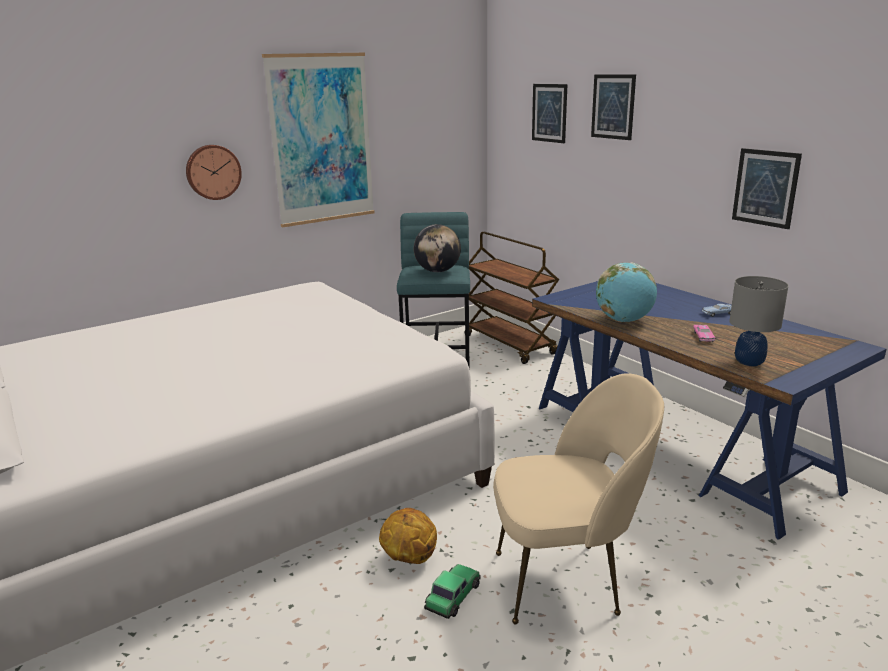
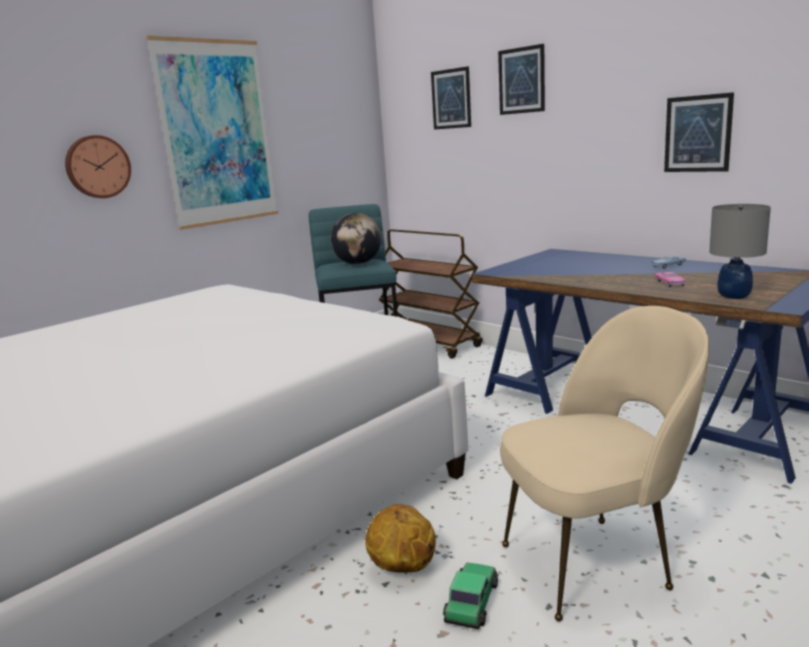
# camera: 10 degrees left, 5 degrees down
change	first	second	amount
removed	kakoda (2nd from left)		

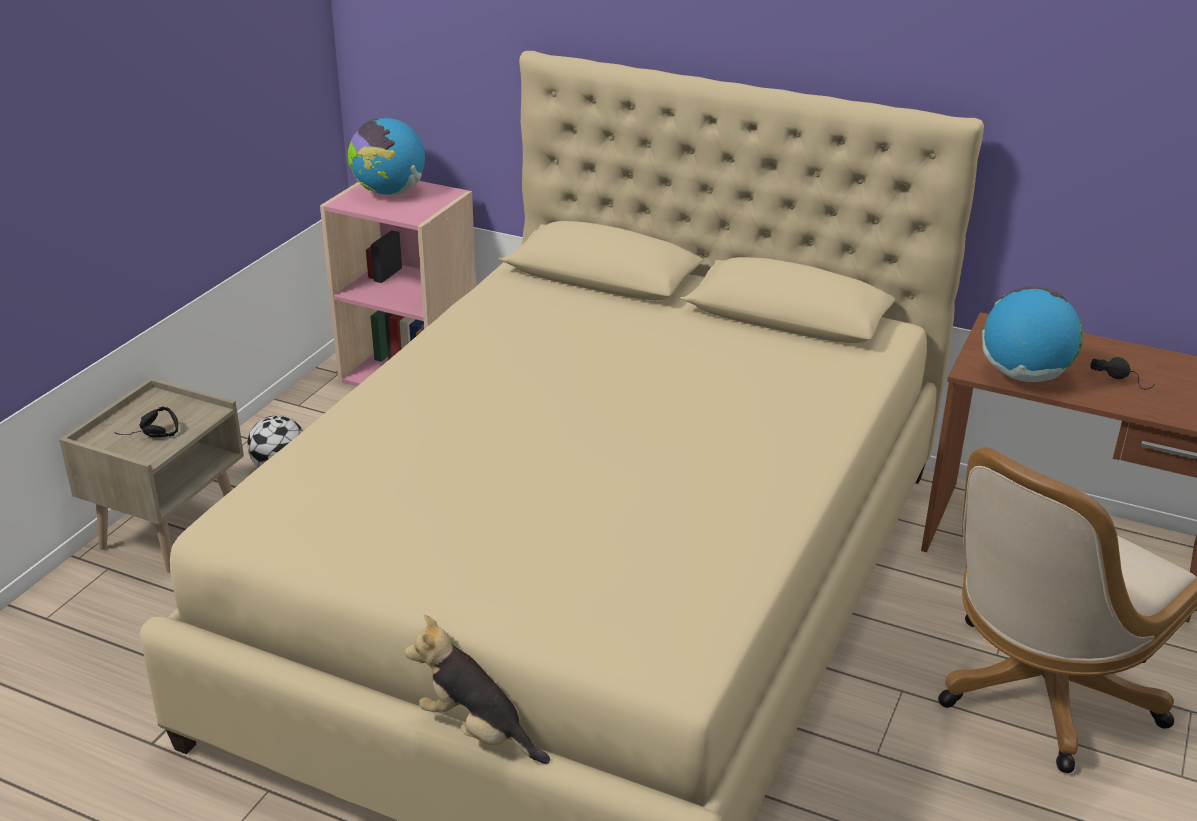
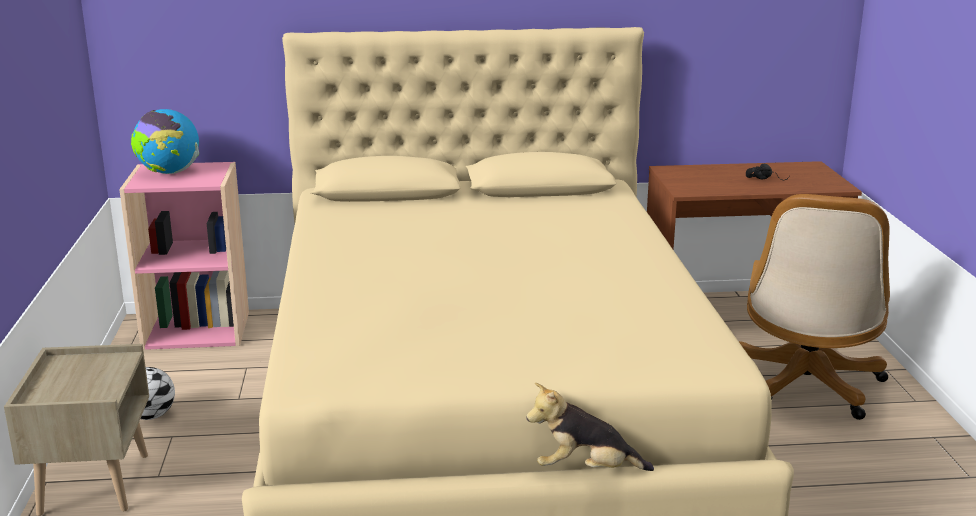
# camera: 30 degrees left, 10 degrees down
change	first	second	amount
removed	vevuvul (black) (1st from left)		
removed	kakoda (2nd from left)		

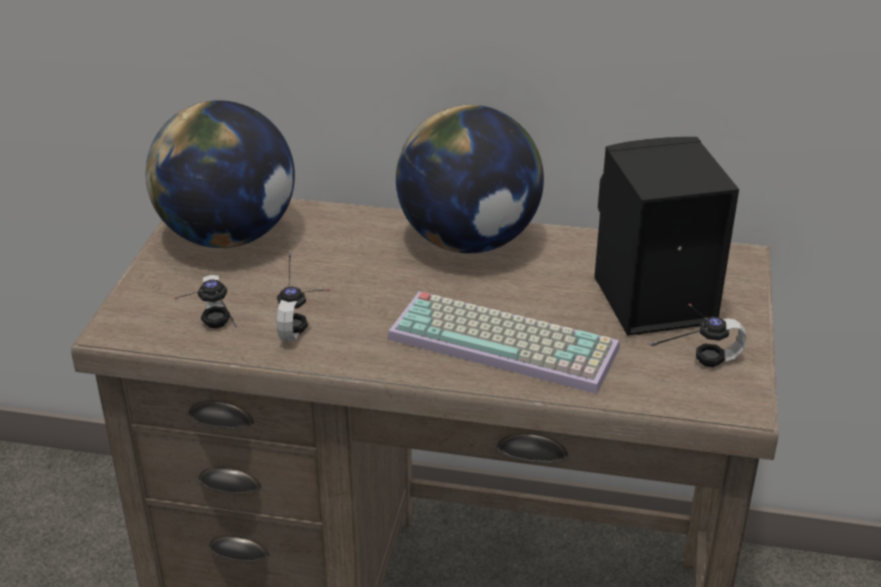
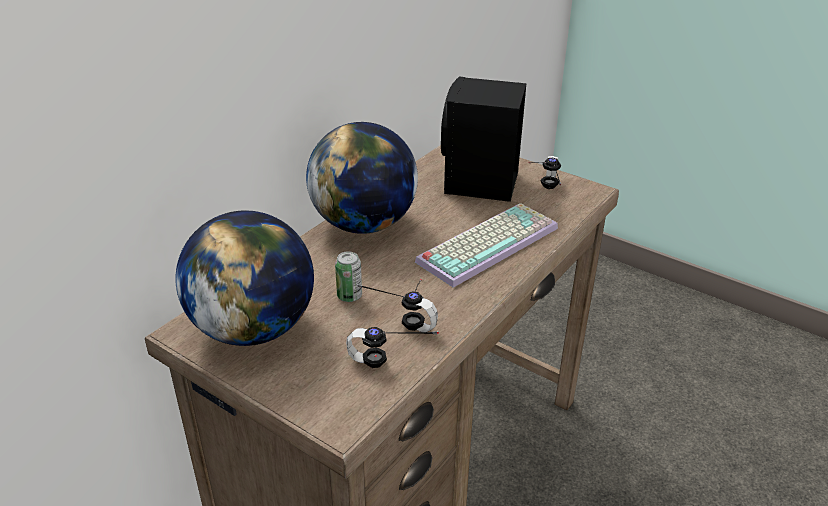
# camera: 65 degrees left, 0 degrees up
change	first	second	amount
added		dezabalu	

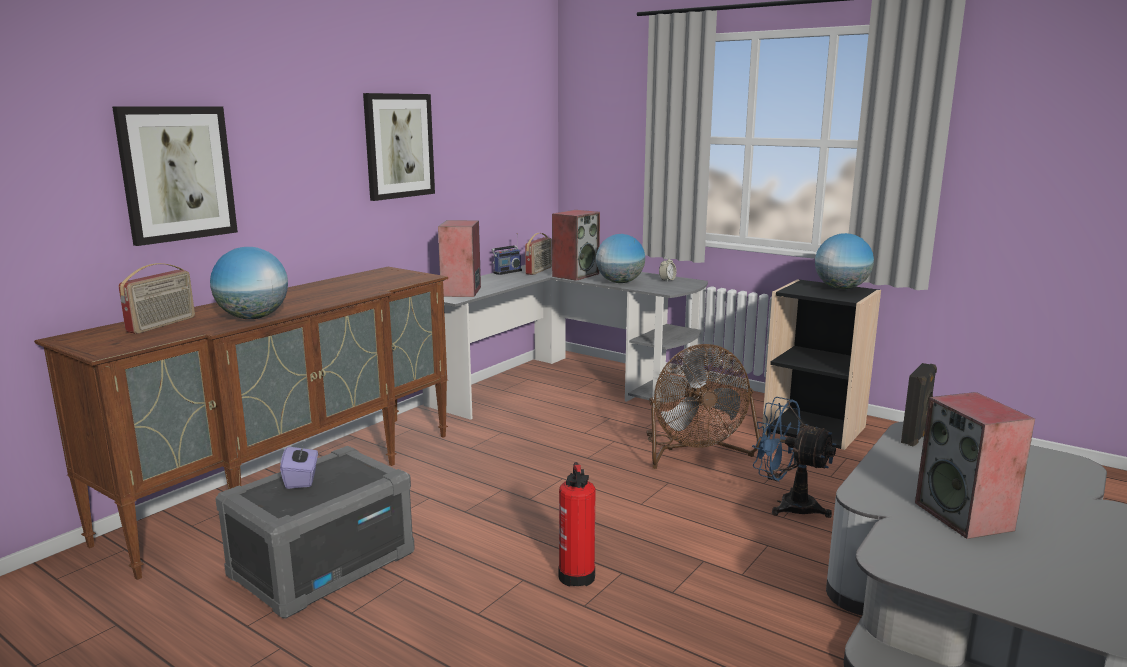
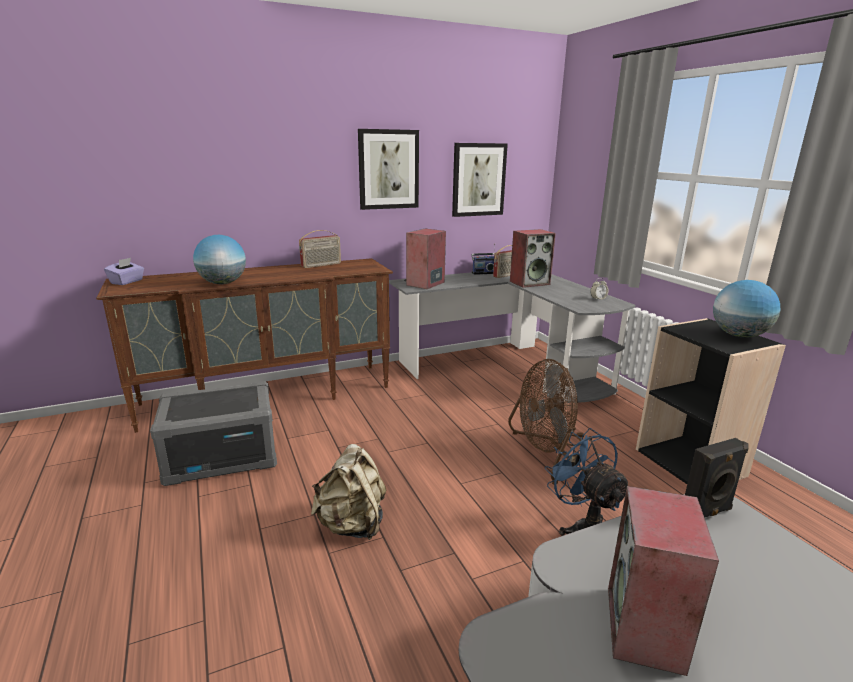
# camera: 30 degrees right, 5 degrees up
change	first	second	amount
moved	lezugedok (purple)		
moved	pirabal (1st from left)		
replaced	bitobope	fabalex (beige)	
moved	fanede (1st from left in the first image)	fanede (2nd from left)	
turned	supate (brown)		60 degrees clockwise
removed	kakoda (2nd from left)		

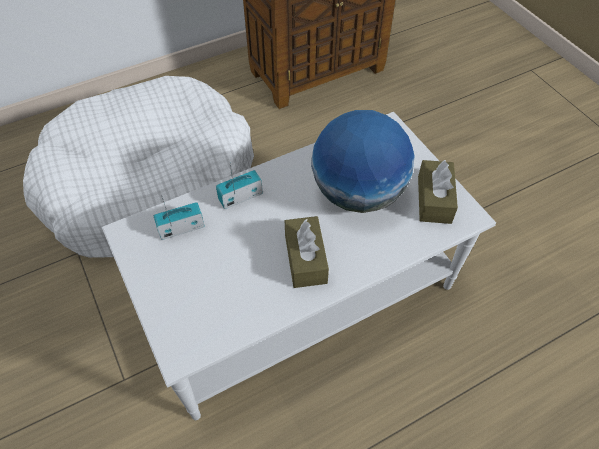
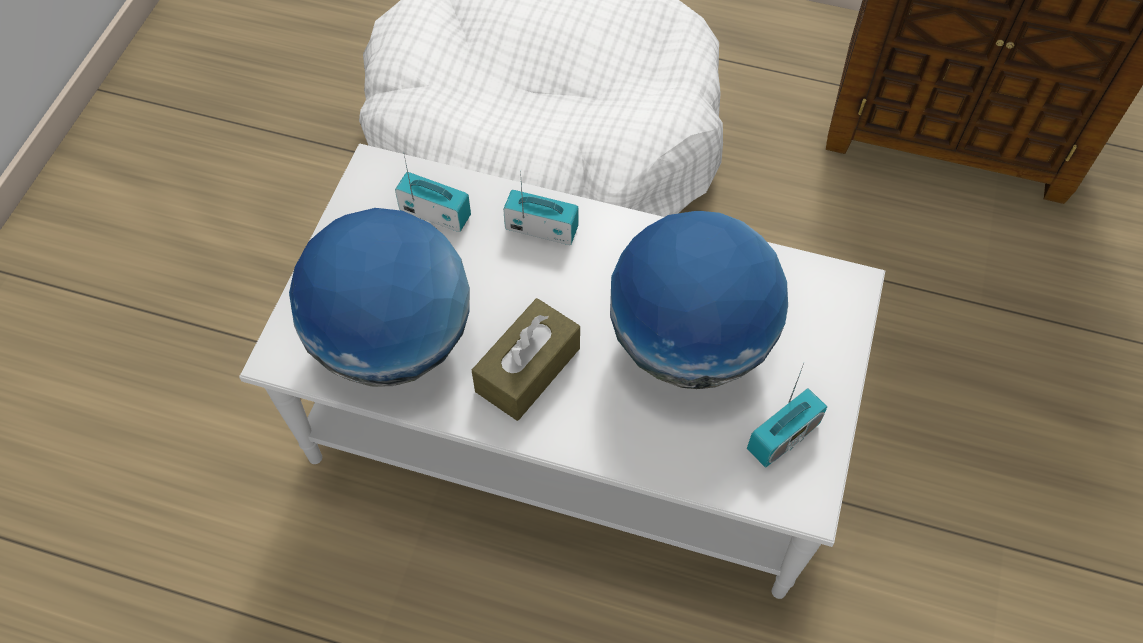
# camera: 45 degrees right, 5 degrees up
change	first	second	amount
added		kakoda (1st from left)	
replaced	lezugedok (brown) (2nd from left)	pirabal (3rd from left)	

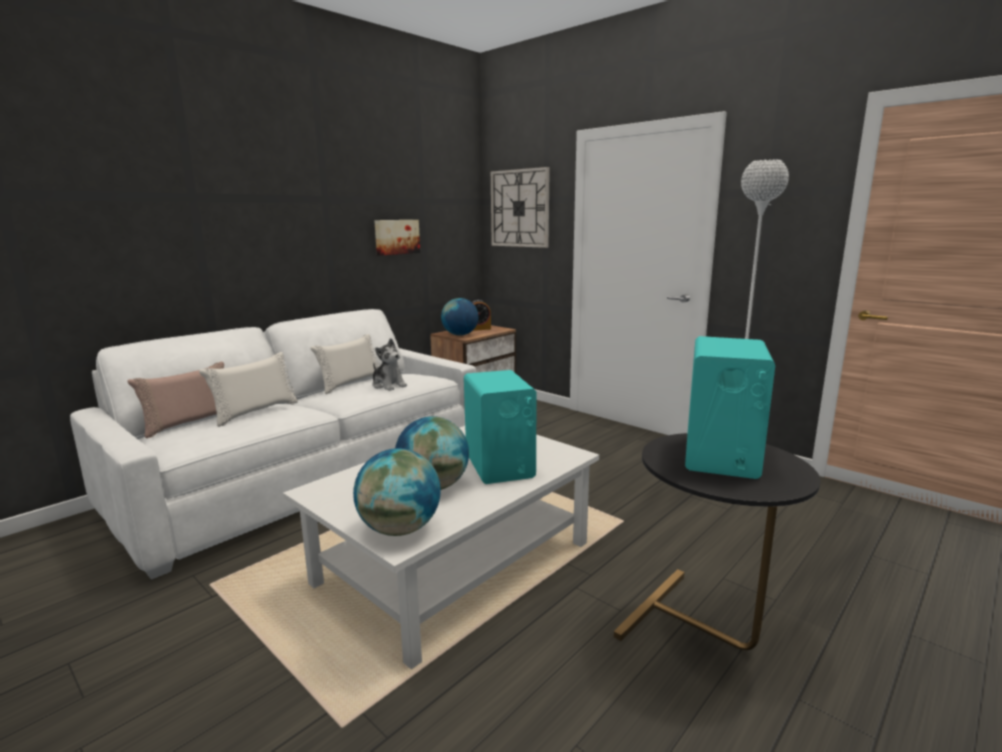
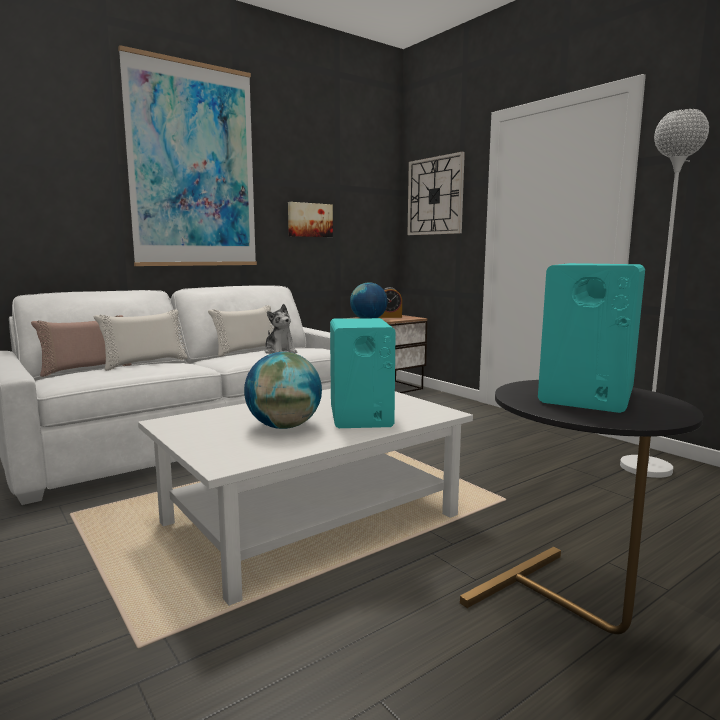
# camera: 10 degrees right, 5 degrees down
change	first	second	amount
added		fanede (1st from left)	
removed	kakoda (1st from left)		

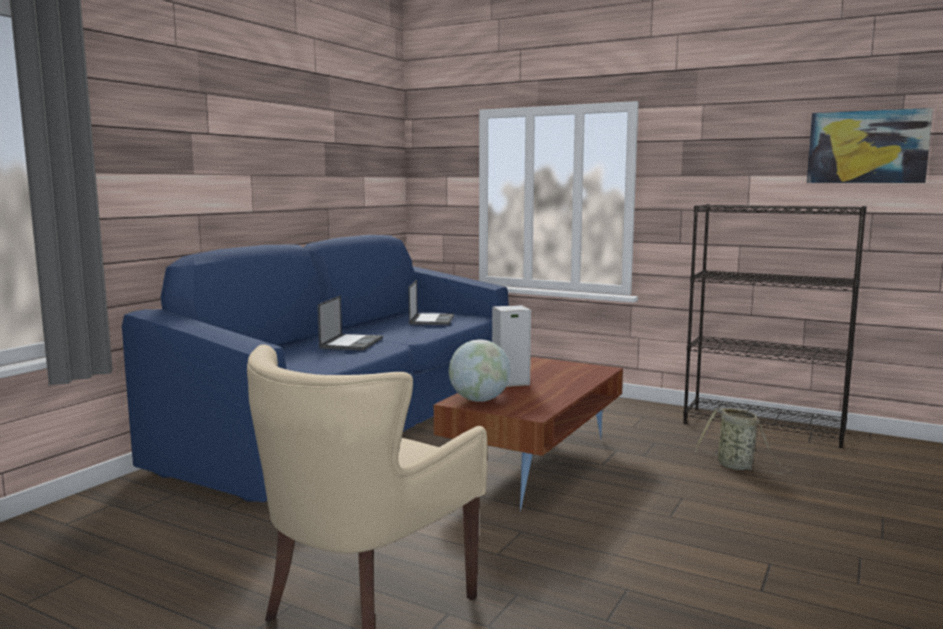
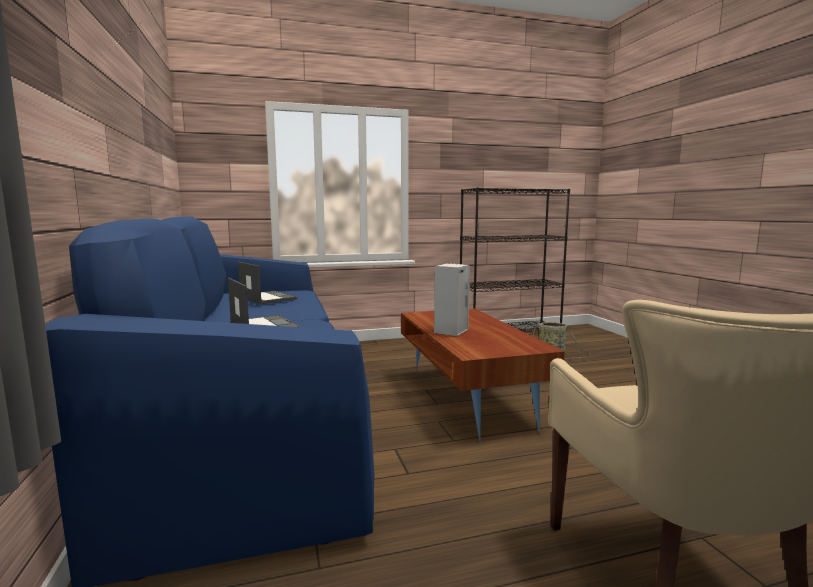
# camera: 45 degrees left, 0 degrees up
change	first	second	amount
removed	kakoda		
removed	fanede		

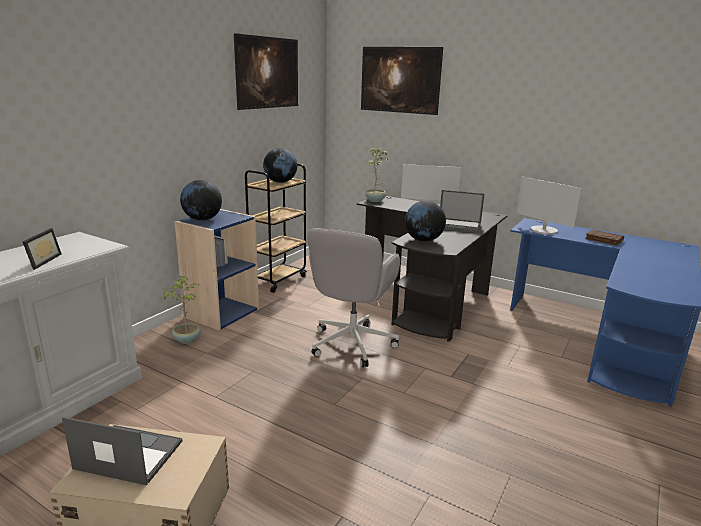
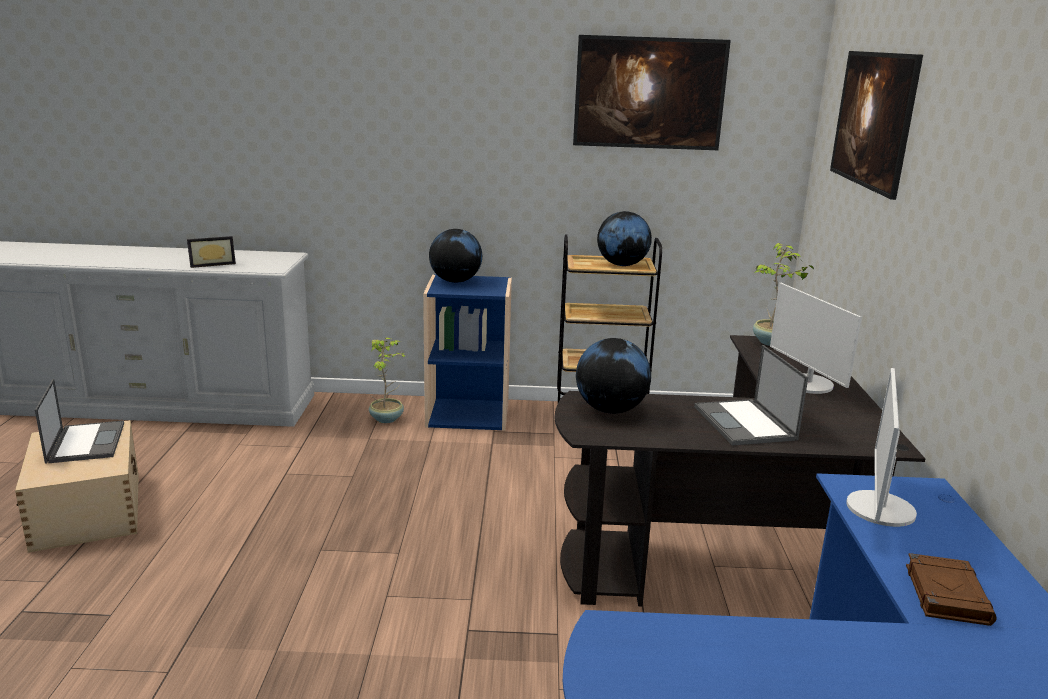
# camera: 60 degrees right, 0 degrees up
change	first	second	amount
removed	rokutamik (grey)		

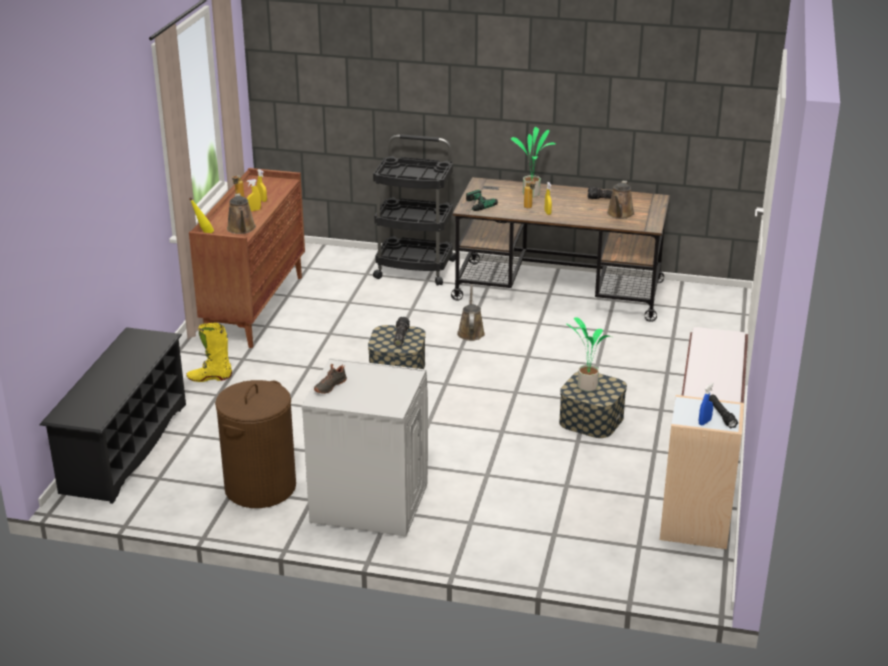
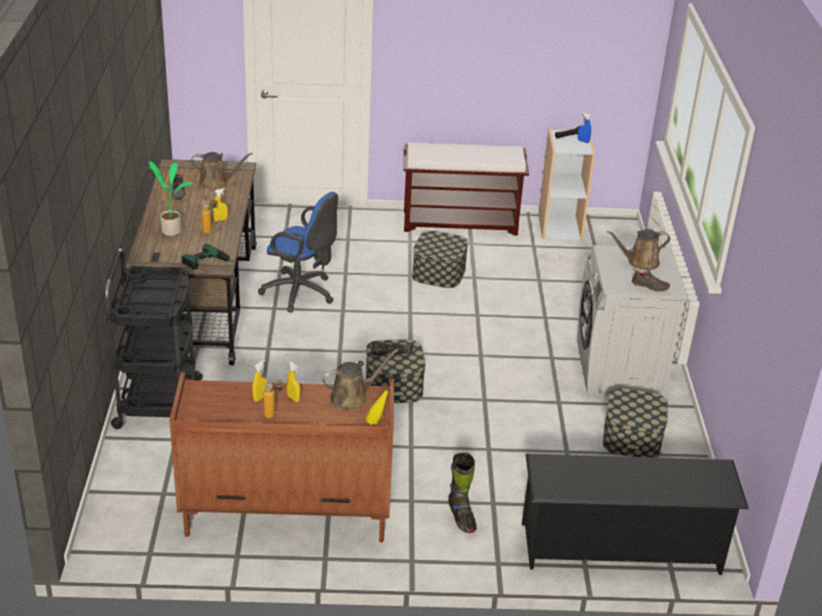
# camera: 105 degrees left, 5 degrees up
change	first	second	amount
added		rokutamik (blue)	
recoloured	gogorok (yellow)	gogorok (black)	
replaced	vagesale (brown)	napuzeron (3rd from left)	
moved	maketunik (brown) (2nd from left in the first image)	maketunik (brown) (3rd from left)	
removed	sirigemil (2nd from left)		

